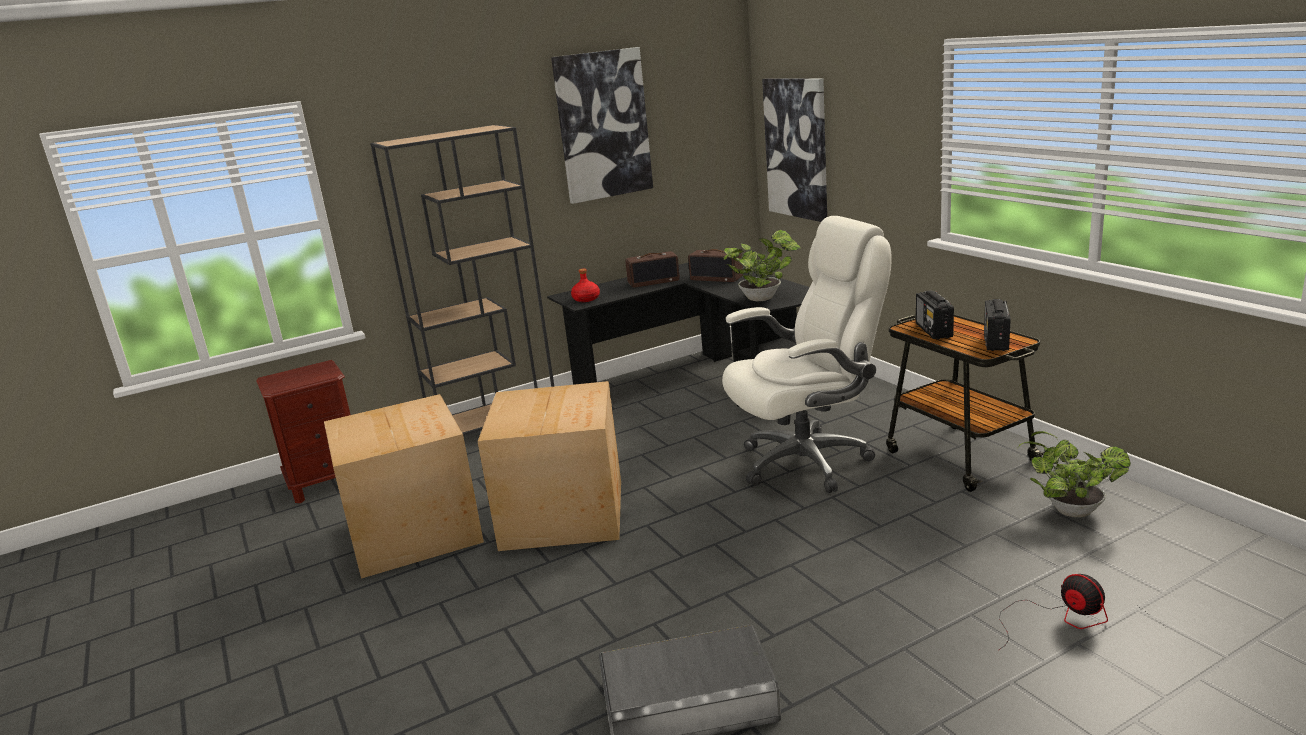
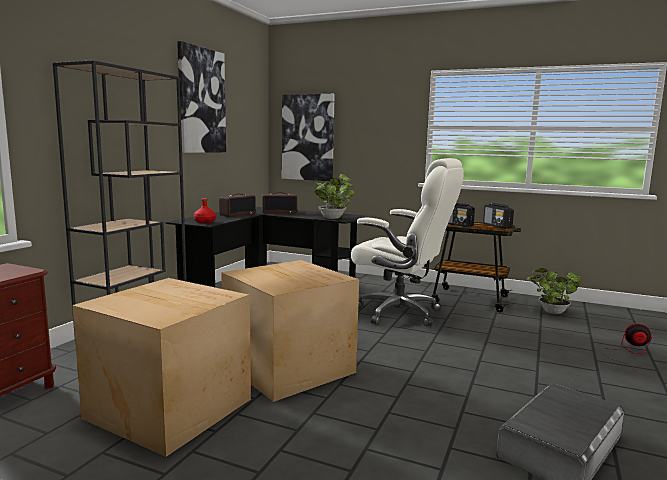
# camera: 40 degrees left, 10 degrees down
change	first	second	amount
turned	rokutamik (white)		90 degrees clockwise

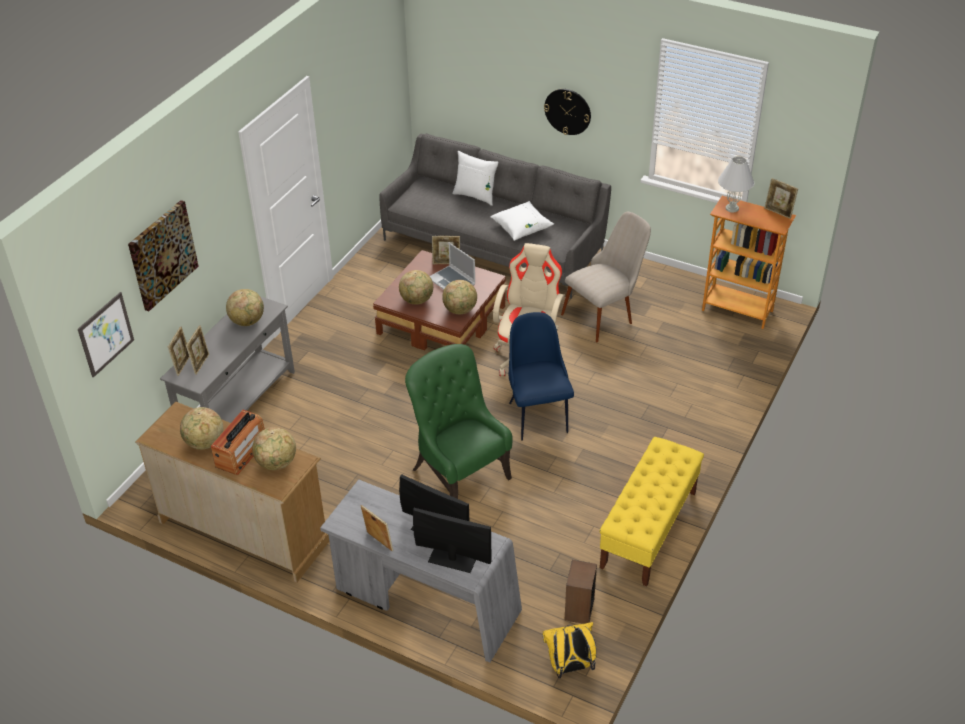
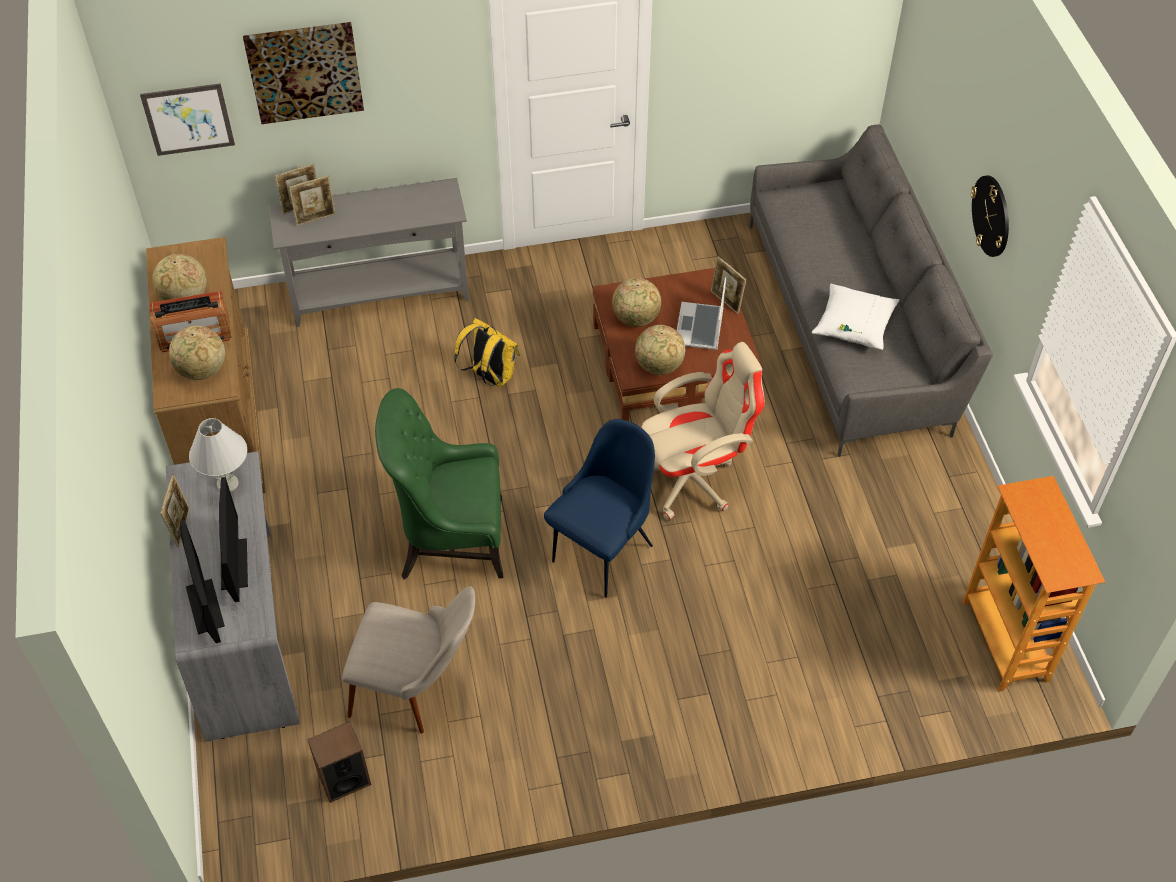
# camera: 50 degrees right, 10 degrees up
change	first	second	amount
moved	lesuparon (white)		
moved	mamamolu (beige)		
turned	mamamolu (green)		105 degrees counterclockwise
moved	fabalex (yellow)		
removed	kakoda (2nd from left)		
removed	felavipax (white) (1st from left)		
removed	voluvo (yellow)		
removed	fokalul (5th from left)		

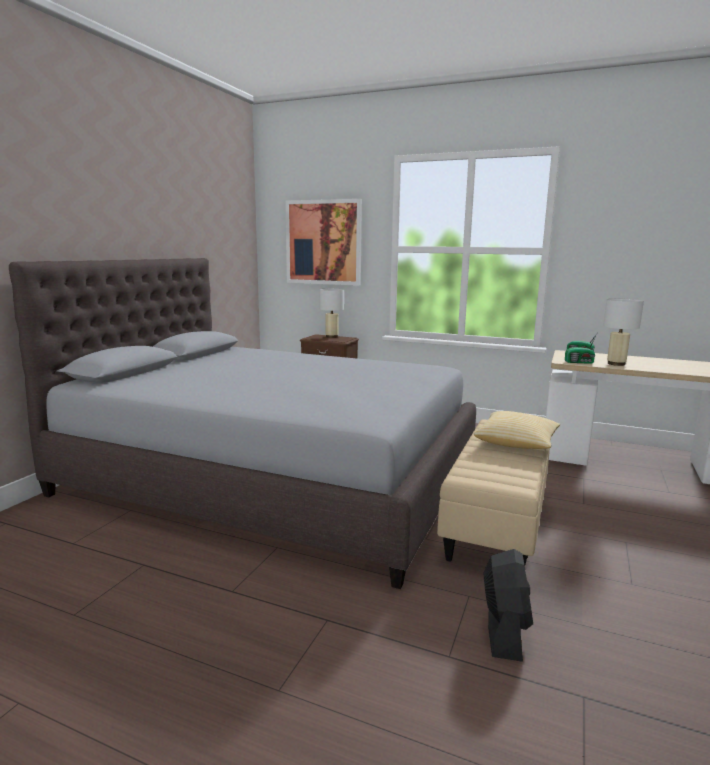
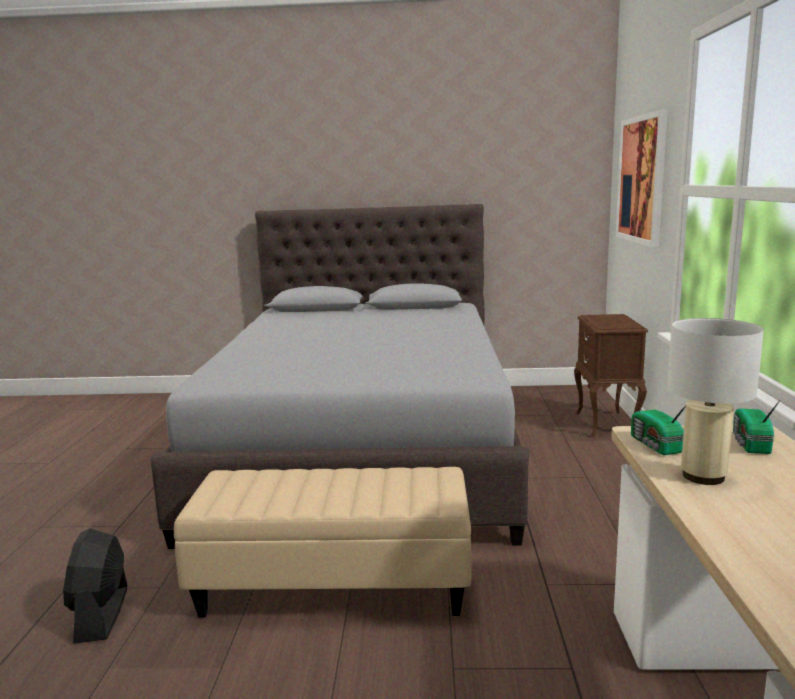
# camera: 70 degrees right, 0 degrees up
change	first	second	amount
turned	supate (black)		90 degrees clockwise
removed	lesuparon (white) (1st from left)		
removed	felavipax		

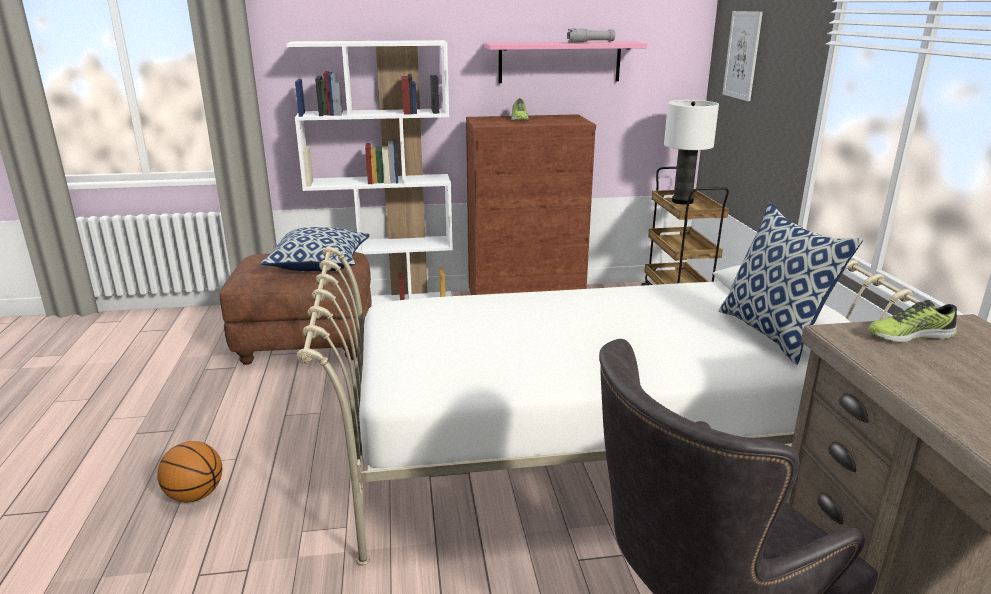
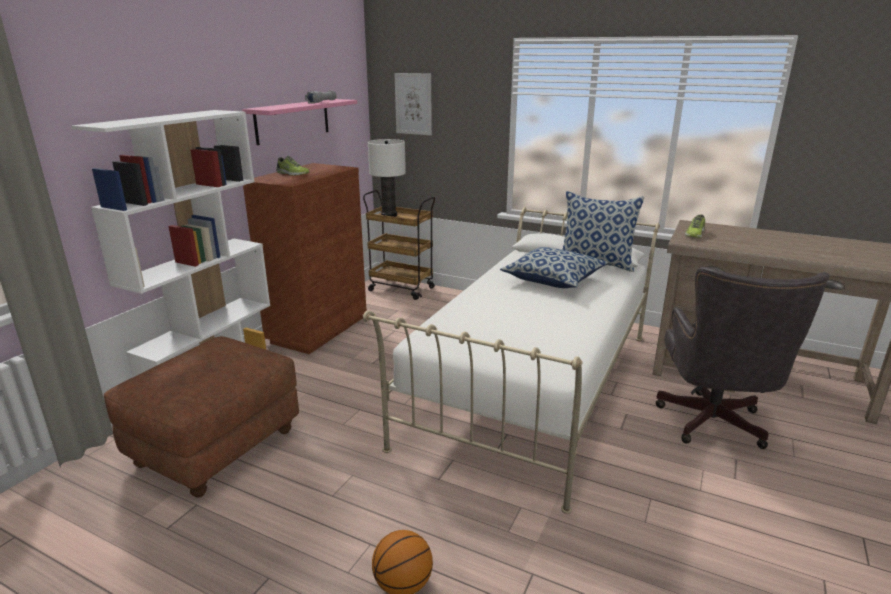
# camera: 55 degrees left, 0 degrees up
change	first	second	amount
moved	felavipax (1st from left)		

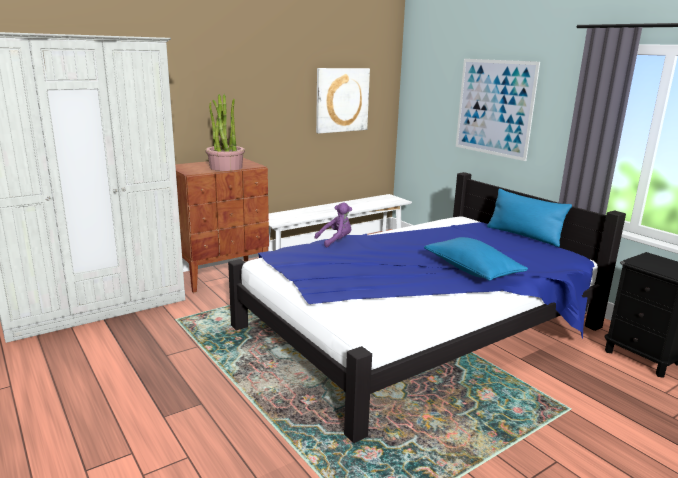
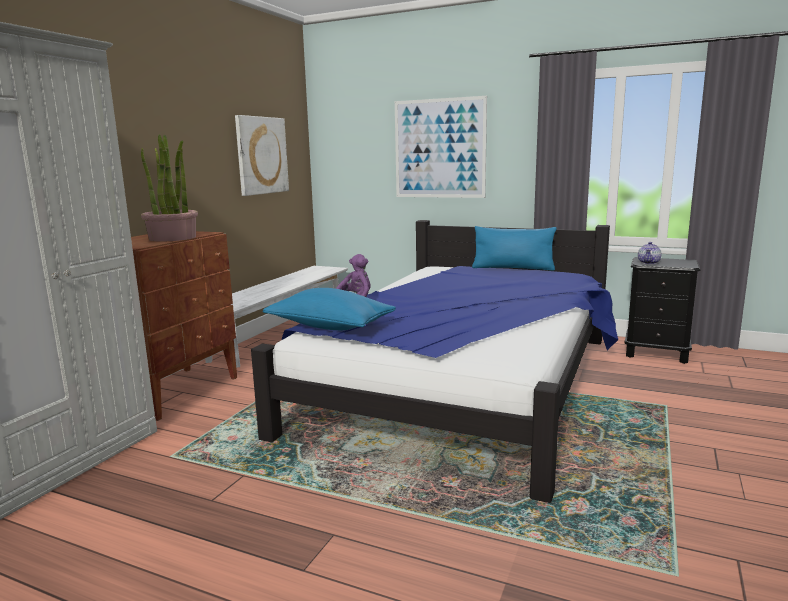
# camera: 30 degrees left, 5 degrees down
change	first	second	amount
moved	felavipax (blue) (1st from left)		
added		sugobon	

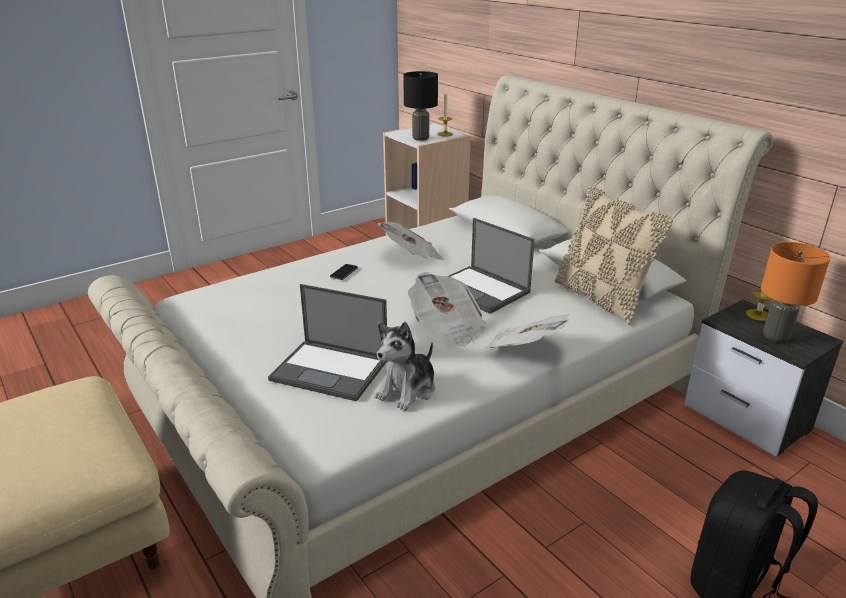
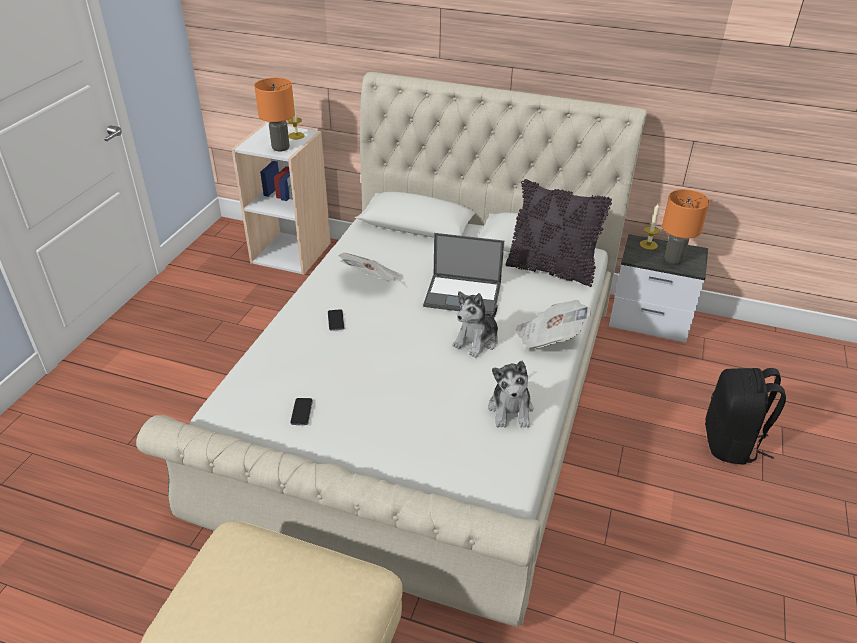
# camera: 35 degrees left, 10 degrees up
change	first	second	amount
recoloured	lesuparon (black)	lesuparon (orange) (1st from left)	
added		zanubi (1st from left)	
replaced	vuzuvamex (2nd from left)	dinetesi (1st from left)	
recoloured	felavipax (beige)	felavipax (black)	
removed	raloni (1st from left)		

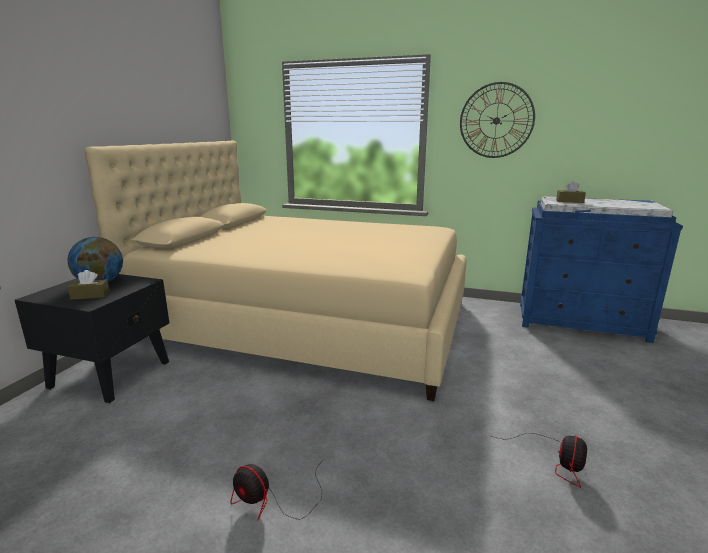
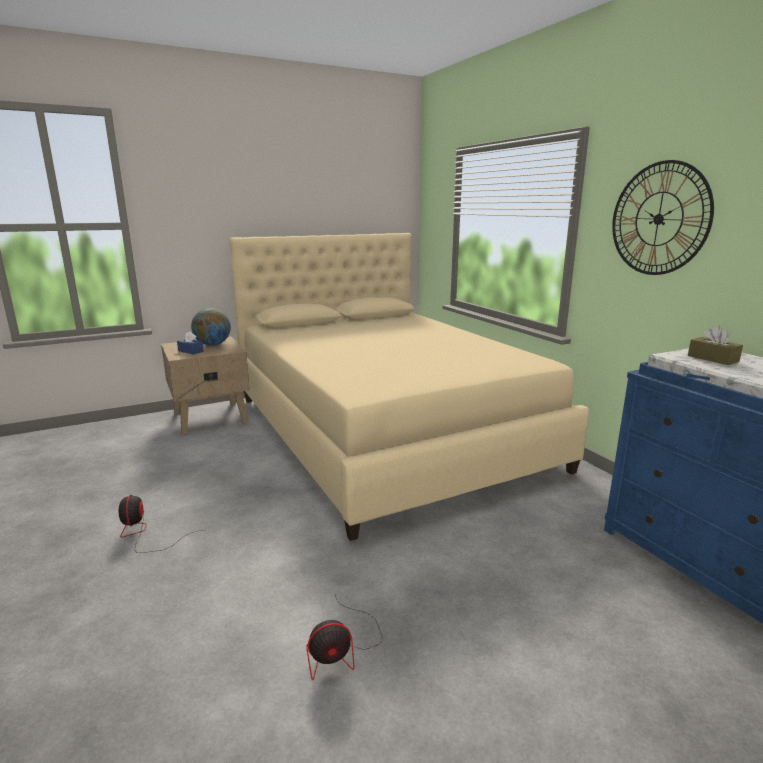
# camera: 45 degrees right, 0 degrees up
change	first	second	amount
recoloured	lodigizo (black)	lodigizo (beige)	
recoloured	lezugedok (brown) (1st from left)	lezugedok (blue)	

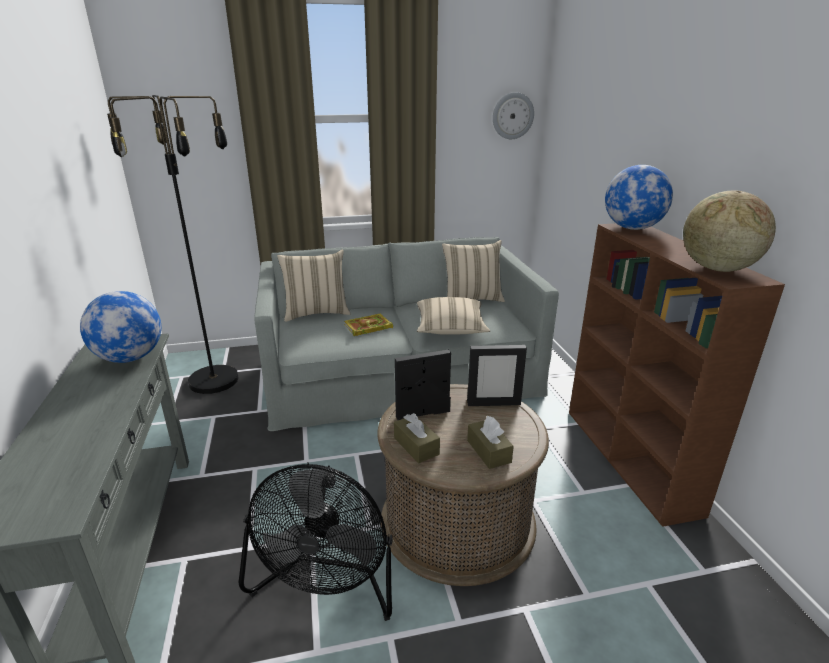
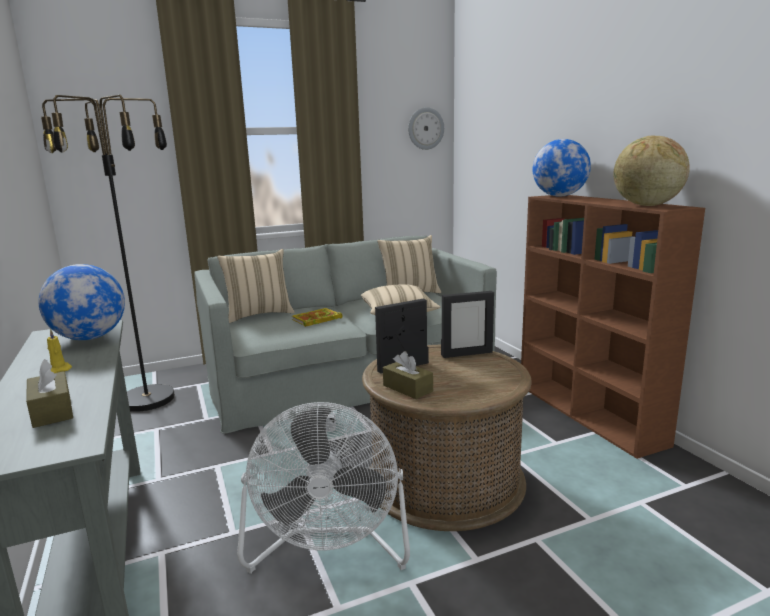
# camera: 10 degrees left, 10 degrees down
change	first	second	amount
moved	lezugedok (brown) (2nd from left in the first image)	lezugedok (brown) (1st from left)	
added		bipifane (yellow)	
recoloured	supate (black)	supate (white)	

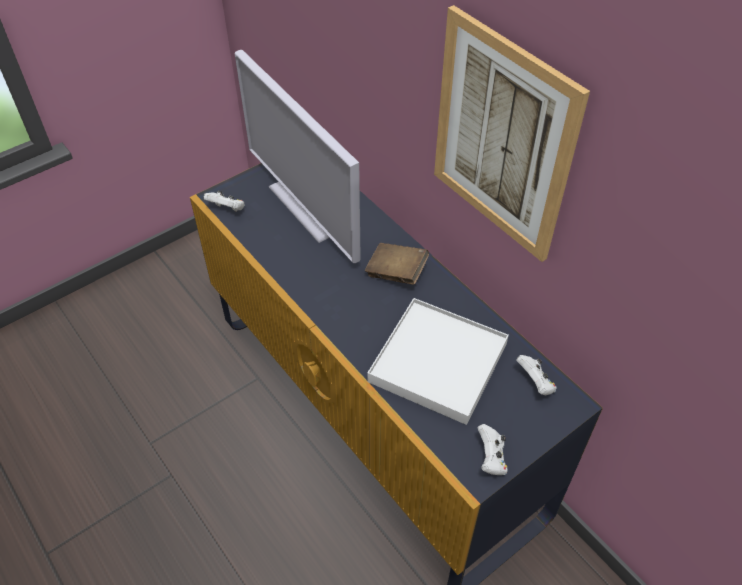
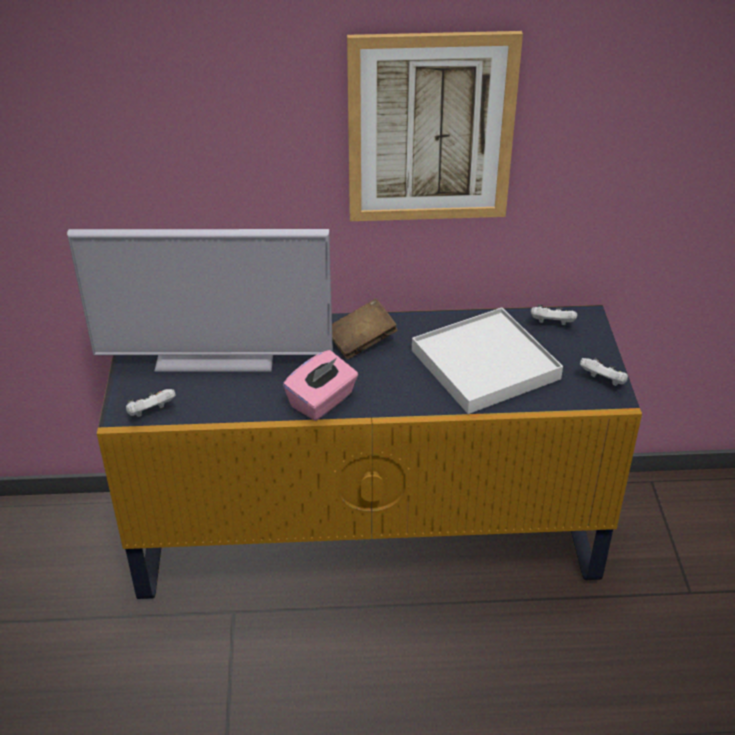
# camera: 55 degrees left, 10 degrees down
change	first	second	amount
added		lezugedok (pink)	

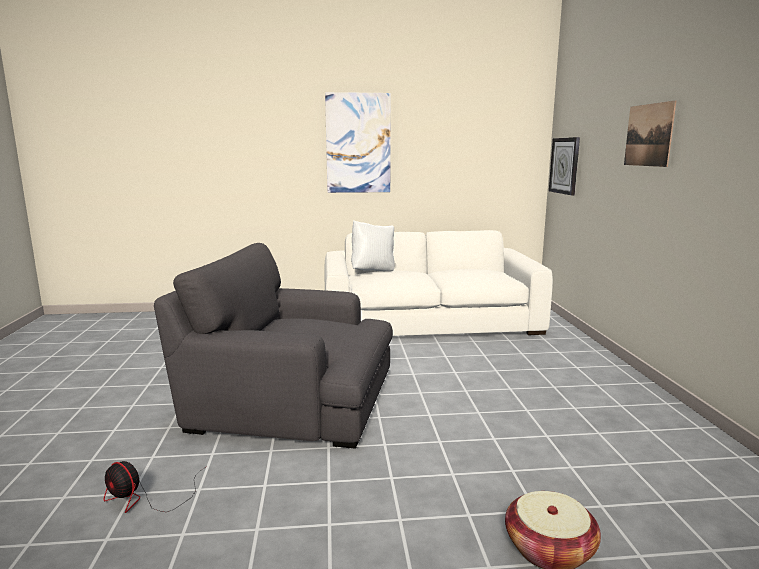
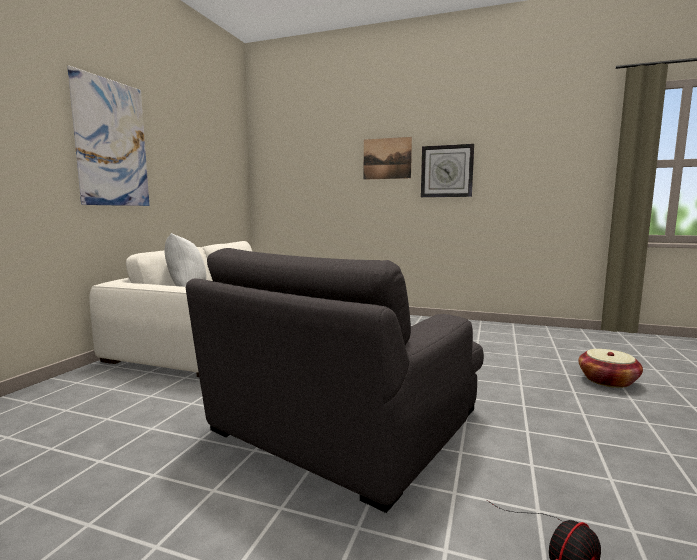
# camera: 65 degrees left, 5 degrees down
change	first	second	amount
moved	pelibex		

